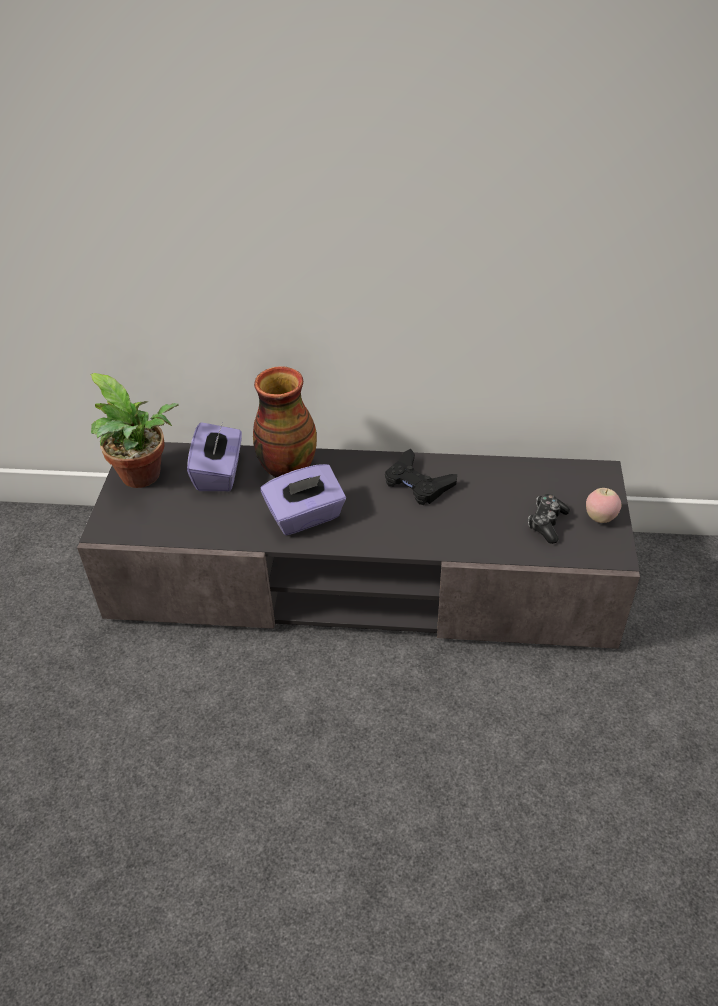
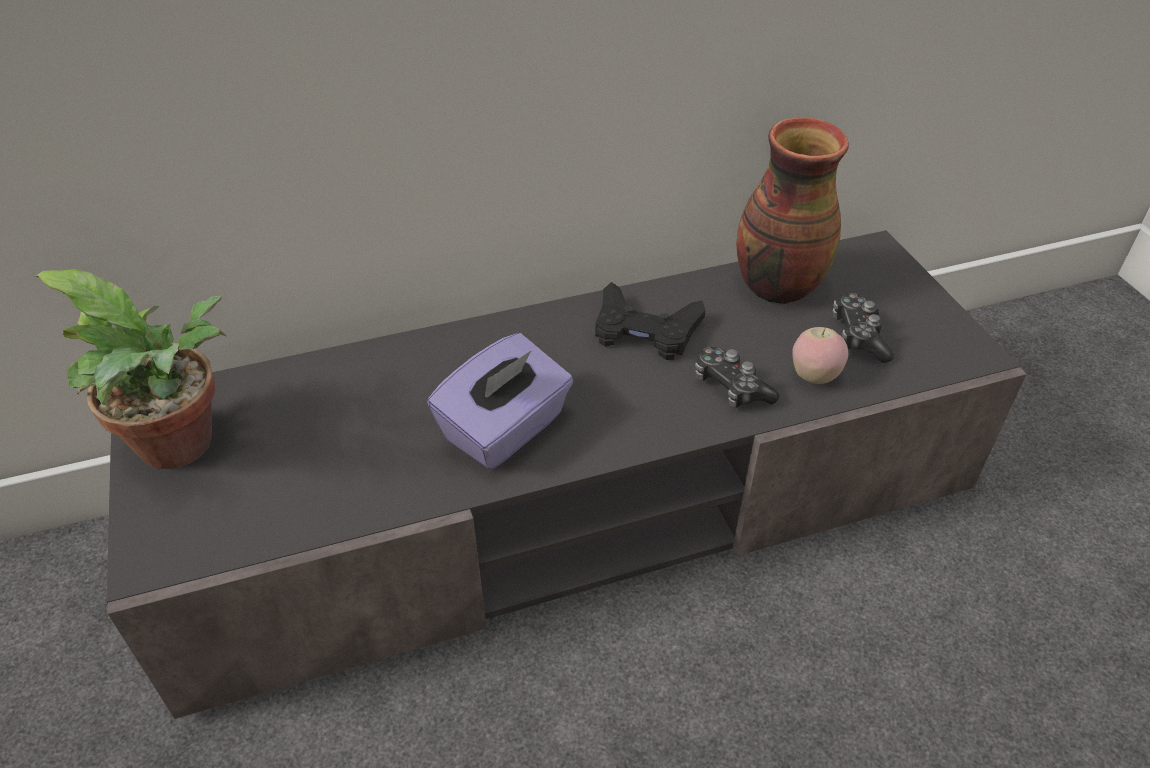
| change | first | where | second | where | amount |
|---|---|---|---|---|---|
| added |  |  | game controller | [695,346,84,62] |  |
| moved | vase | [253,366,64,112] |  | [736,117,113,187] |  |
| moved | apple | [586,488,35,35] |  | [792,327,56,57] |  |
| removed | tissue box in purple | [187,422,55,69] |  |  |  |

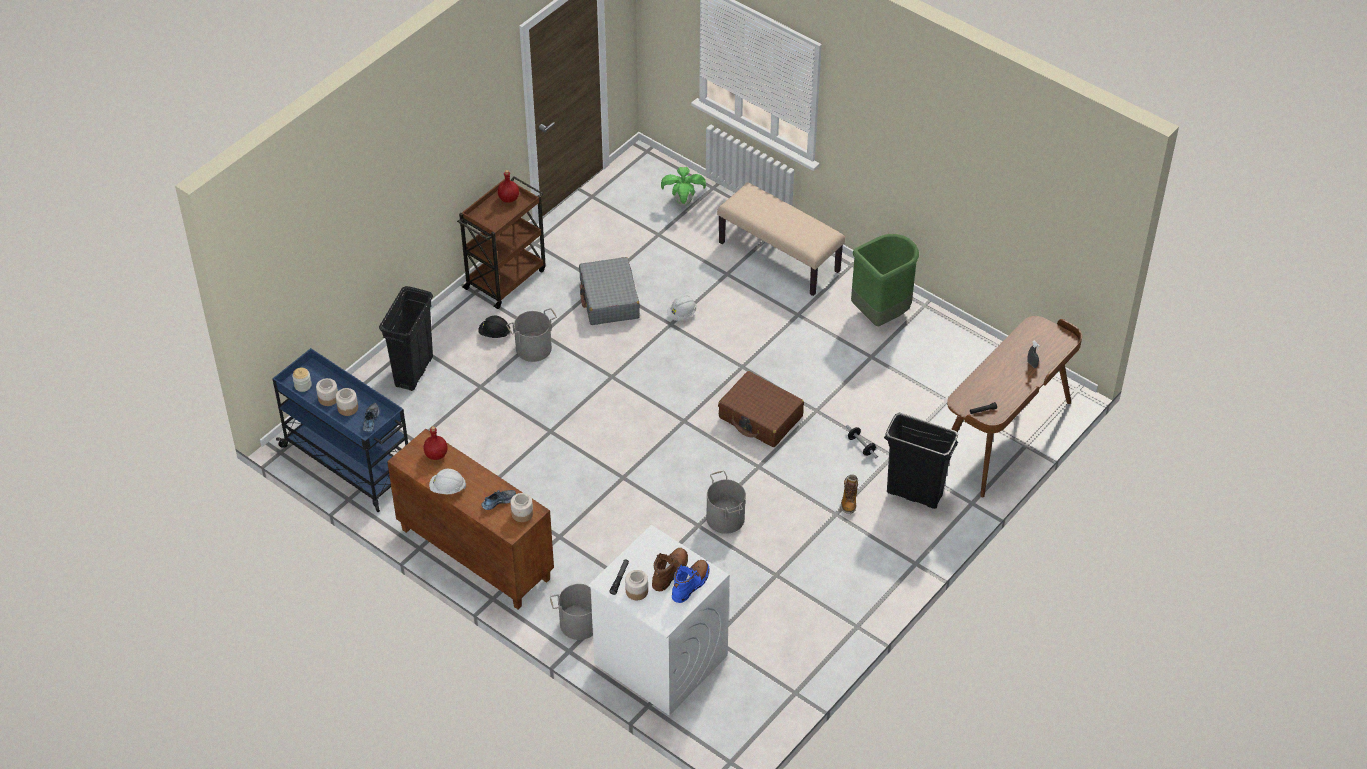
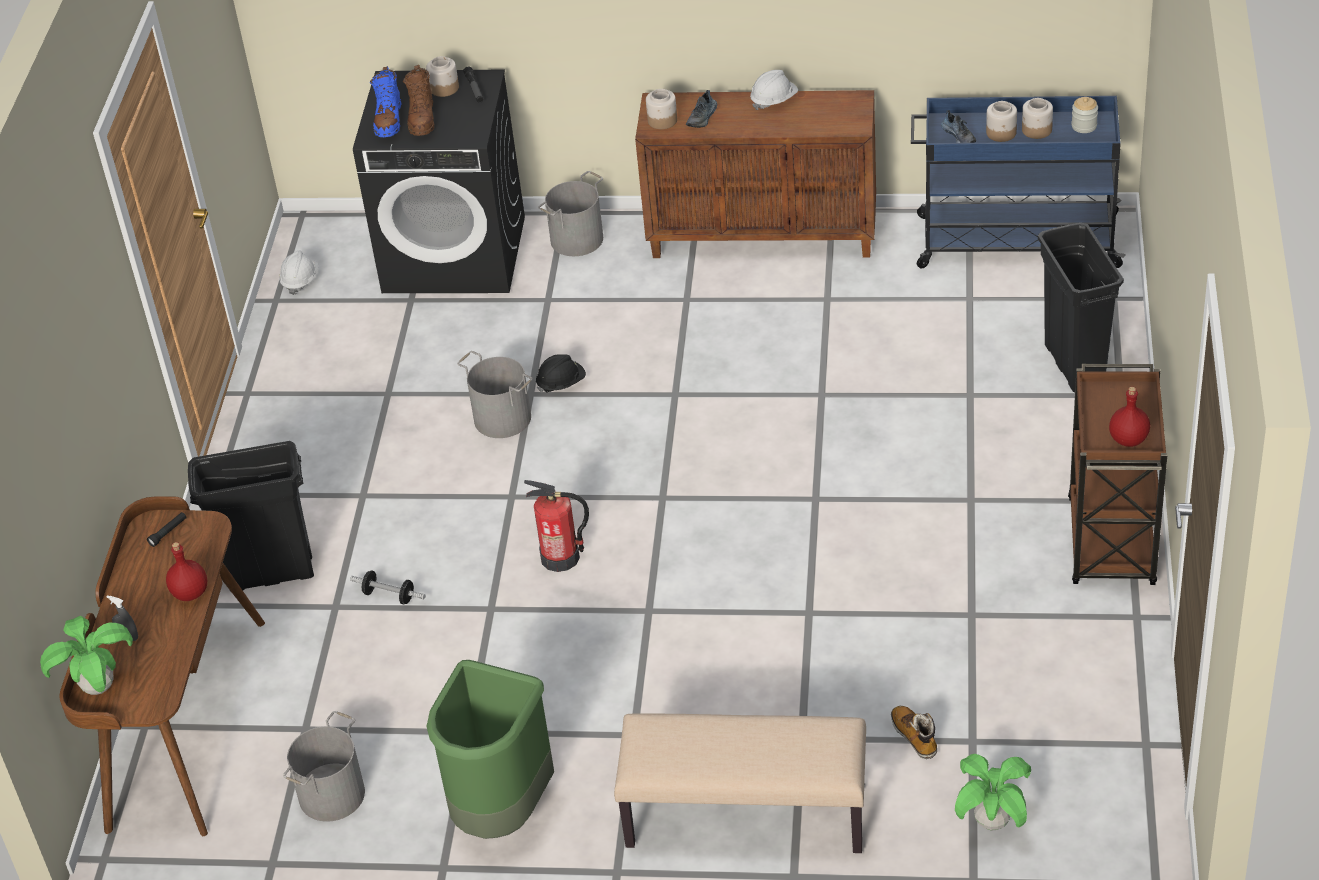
| change | first | where | second | where | amount |
|---|---|---|---|---|---|
| added |  |  | potted plant | [40,616,93,79] |  |
| moved | bottle in red | [424,426,23,34] |  | [166,542,41,59] |  |
| moved | hard hat in white | [667,295,30,26] |  | [279,250,40,45] |  |
| moved | bucket in grey | [506,308,51,54] |  | [283,711,82,111] |  |
| recoloured | washing machine in white | [588,525,142,191] | washing machine in black | [353,69,172,224] |  |
| replaced | suitcase in brown | [718,371,86,76] | fire extinguisher | [524,480,65,92] |  |
| moved | hard hat in black | [478,315,32,23] |  | [536,354,50,39] |  |
| moved | boot | [841,475,17,39] |  | [891,706,46,53] |  |
| removed | suitcase in grey | [579,257,61,68] |  |  |  |

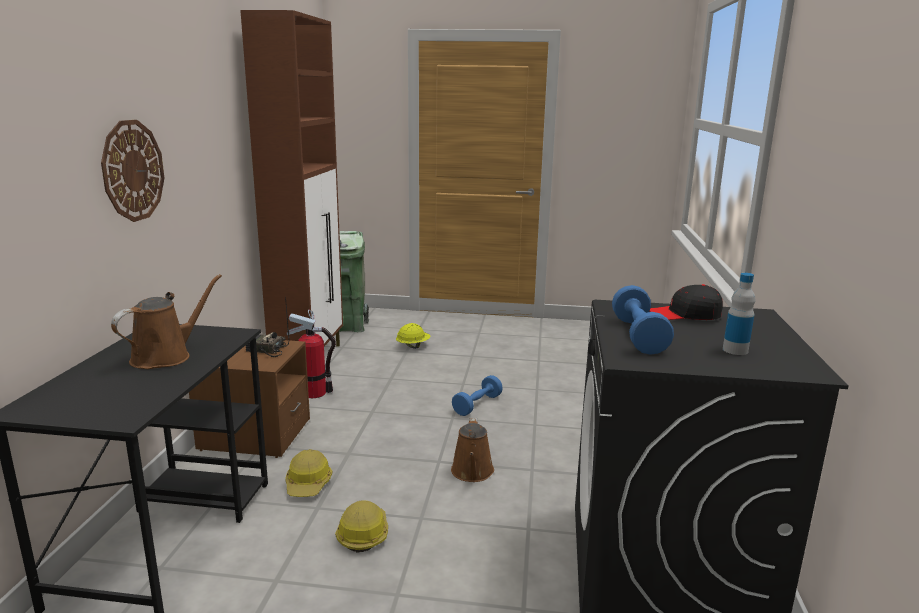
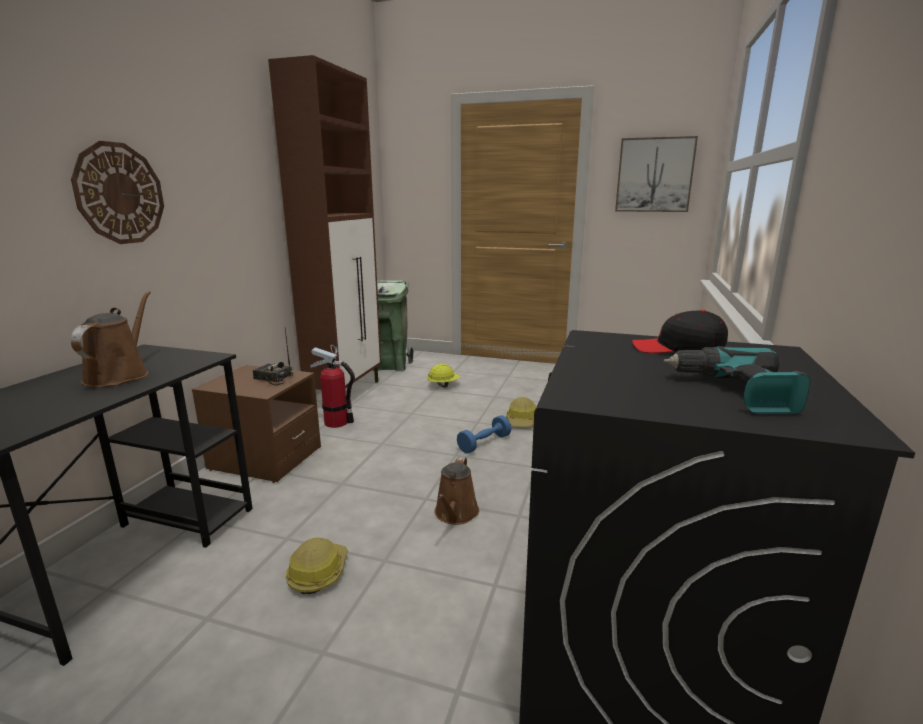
| change | first | where | second | where | amount |
|---|---|---|---|---|---|
| turned | watering can in brown | [111,274,111,95] |  | [71,291,80,96] | 45 degrees counterclockwise |
| moved | hard hat | [285,449,48,48] |  | [506,397,30,30] |  |
| added |  |  | picture | [615,136,83,76] |  |
| replaced | bottle | [723,273,32,82] | power drill | [663,346,147,69] |  |
| removed | dumbbell in blue | [612,285,62,70] |  |  |  |

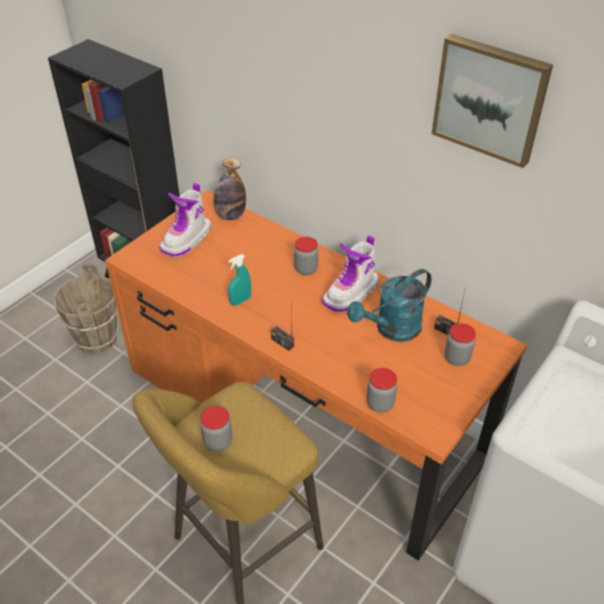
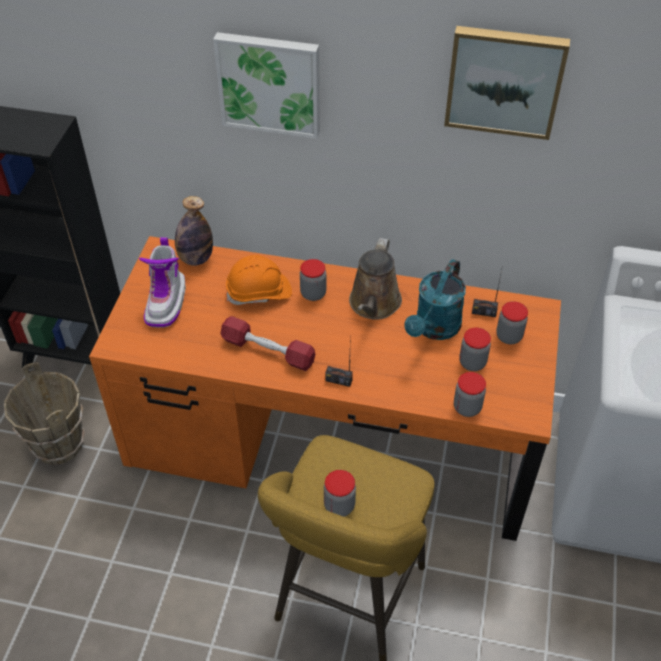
| change | first | where | second | where | amount |
|---|---|---|---|---|---|
| added |  |  | picture | [213,32,107,107] |  |
| replaced | spray bottle in turquoise | [228,254,23,52] | dumbbell in red | [220,316,95,55] |  |
| added |  |  | hard hat in orange | [226,255,66,50] |  |
| replaced | boot | [322,235,57,78] | watering can in brown | [349,238,53,82] |  |
| added |  |  | jar | [460,328,31,43] |  |

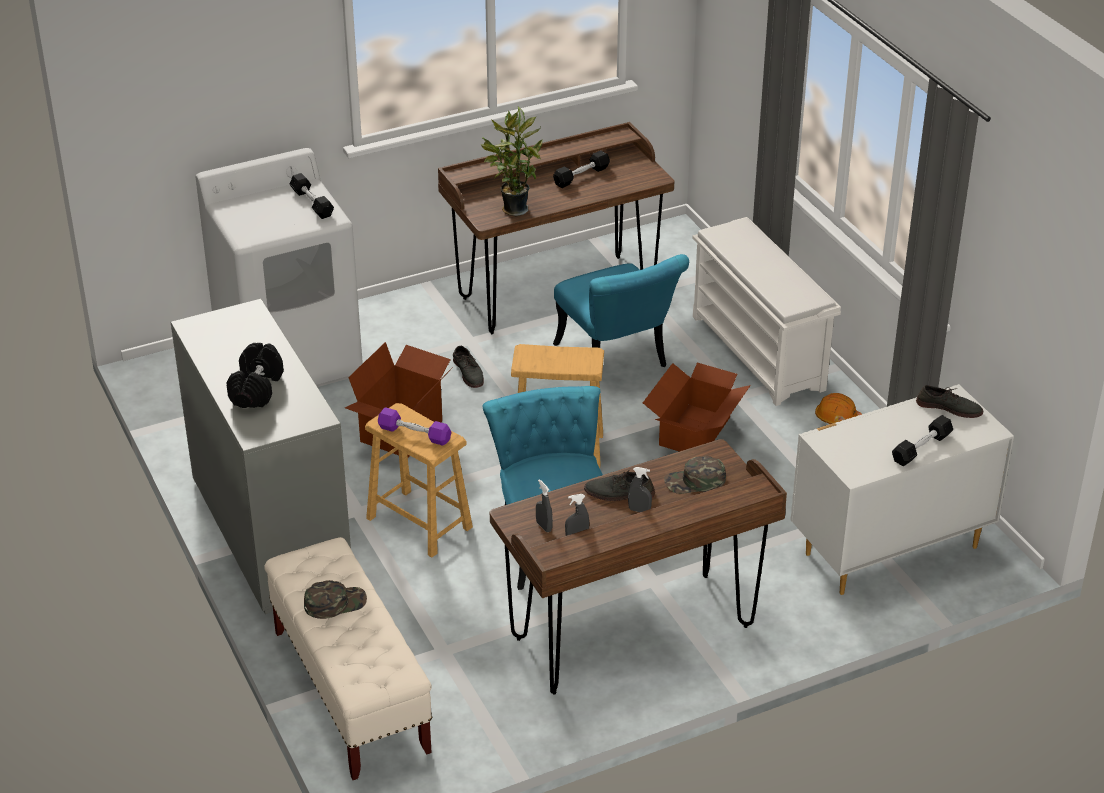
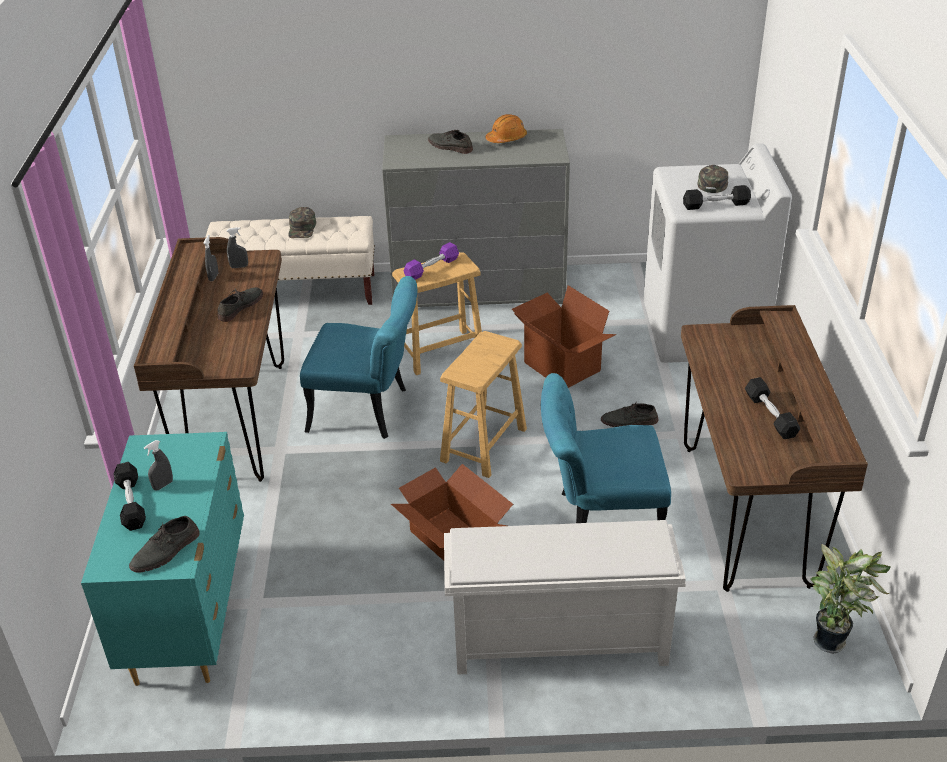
| change | first | where | second | where | amount |
|---|---|---|---|---|---|
| recoloured | dresser in white | [790,384,224,211] | dresser in turquoise | [81,432,163,254] |  |
| moved | spray bottle in grey | [628,467,24,45] |  | [144,440,29,51] |  |
| replaced | dumbbell in black | [227,343,57,65] | shoe in grey | [428,130,45,24] |  |
| moved | hard hat in orange | [815,393,47,31] |  | [485,114,42,29] |  |
| moved | cap in green | [664,456,62,38] |  | [697,165,31,28] |  |
| moved | potted plant | [481,106,62,110] |  | [810,544,81,110] |  |

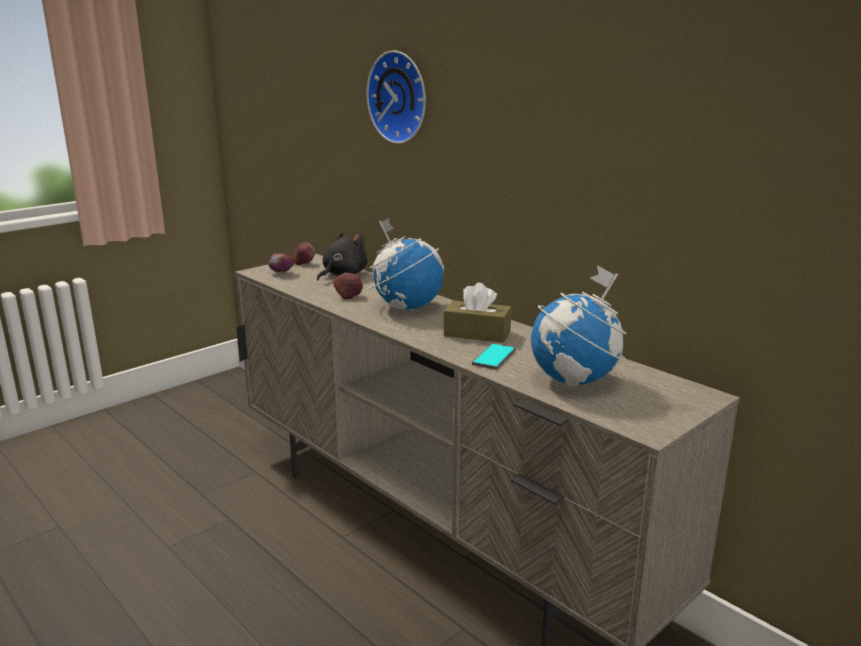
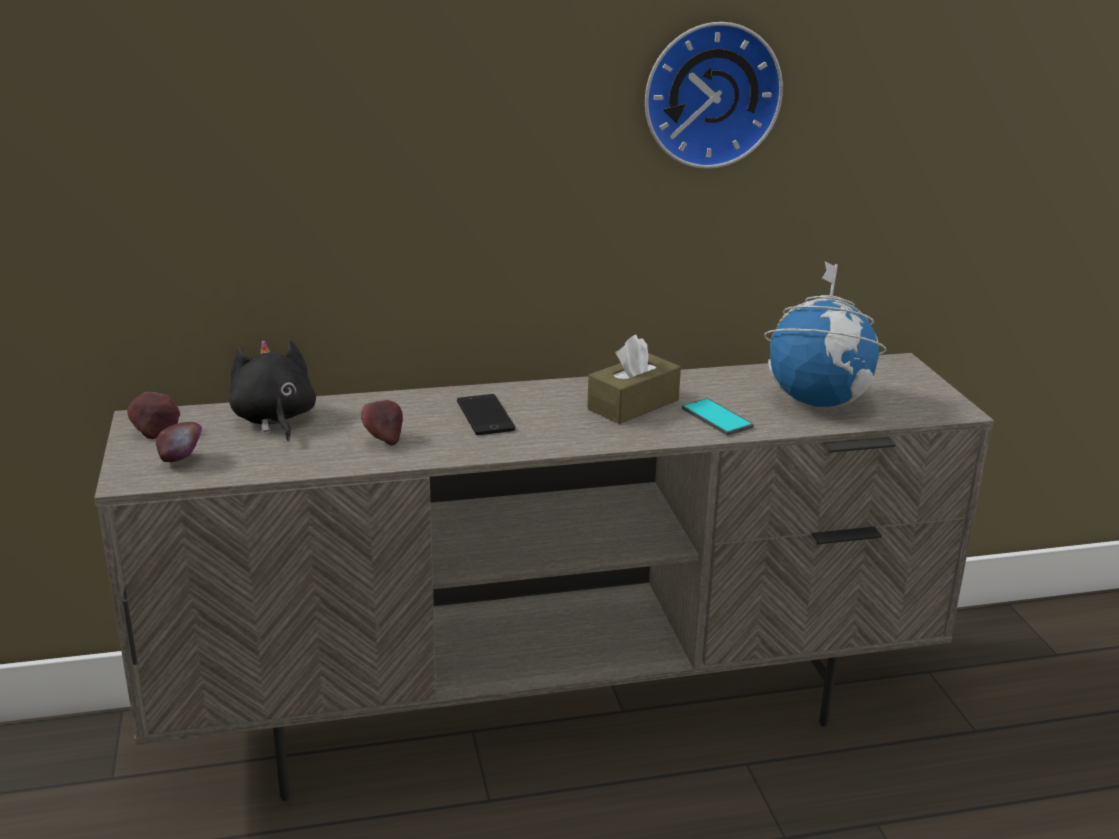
| change | first | where | second | where | amount |
|---|---|---|---|---|---|
| replaced | globe | [369,218,75,93] | phone | [457,394,58,41] |  |
| moved | wall clock | [366,50,60,94] |  | [645,22,138,147] |  |

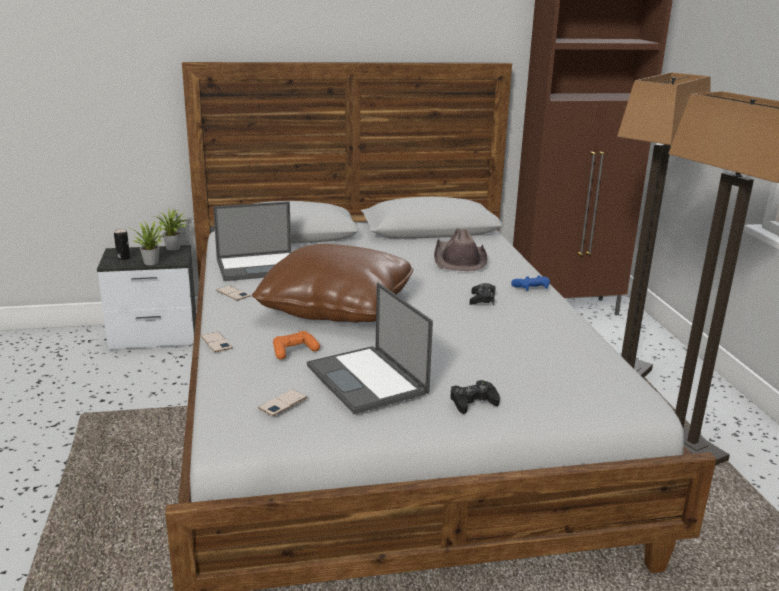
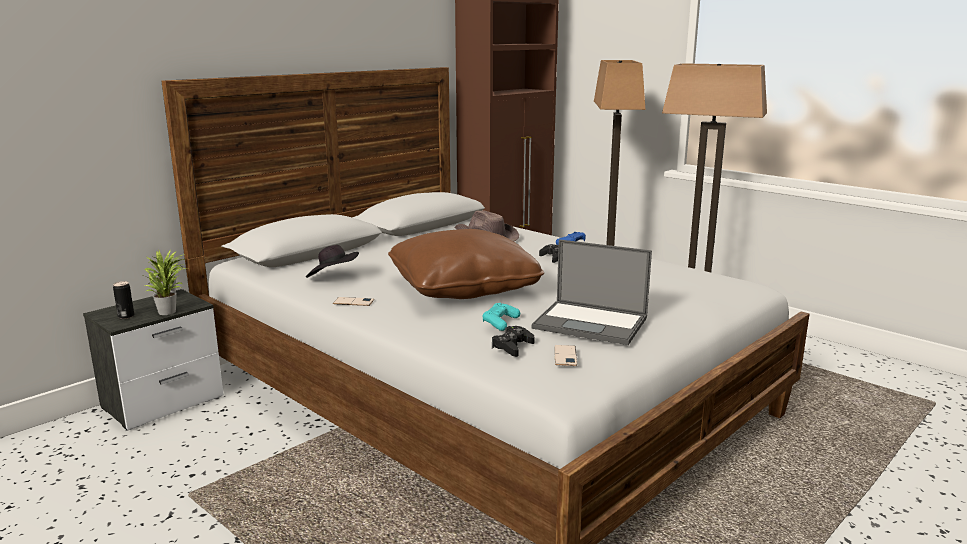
| change | first | where | second | where | amount |
|---|---|---|---|---|---|
| replaced | laptop | [213,201,79,80] | hat in black | [306,245,53,33] |  |
| recoloured | game controller in orange | [273,331,47,29] | game controller in turquoise | [483,303,37,28] |  |
| moved | game controller in black | [450,380,50,34] |  | [492,326,42,31] |  |
| removed | phone | [201,331,32,21] |  |  |  |

